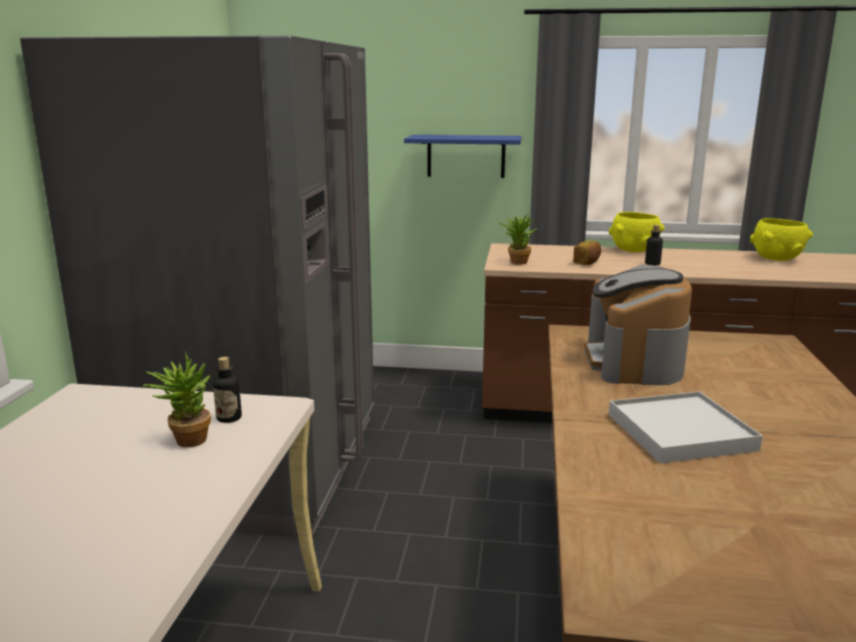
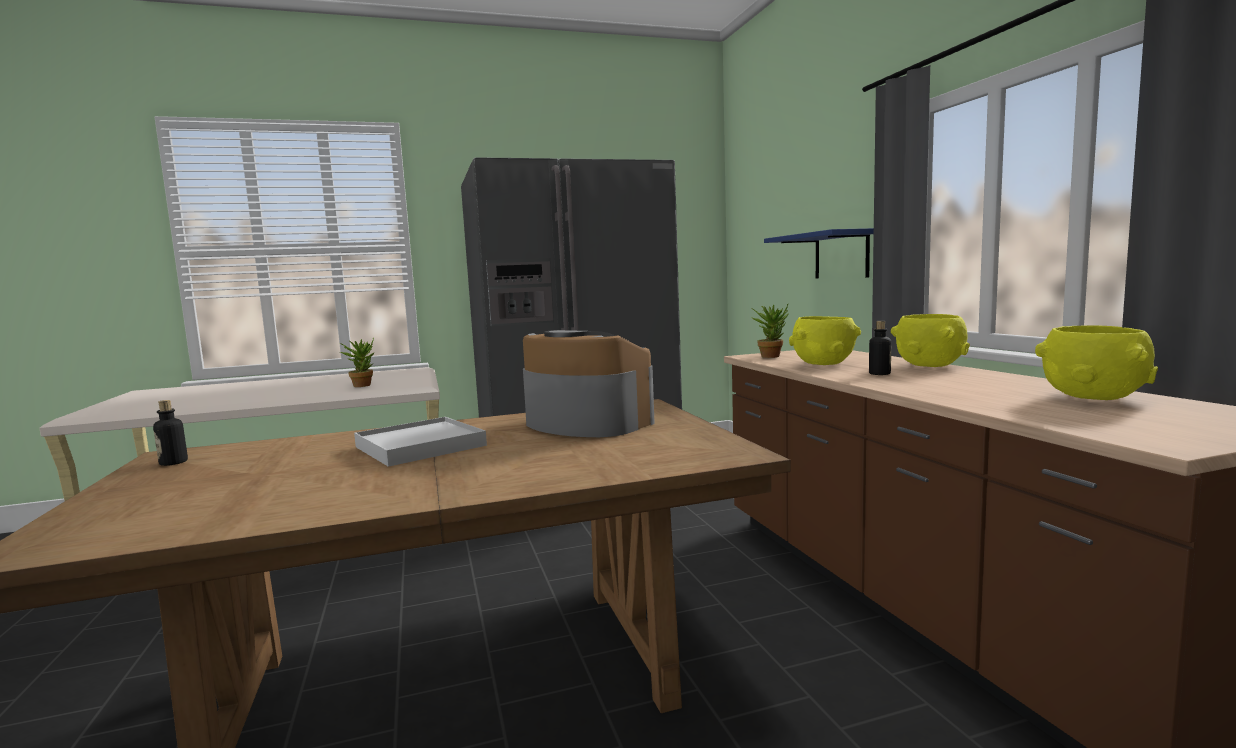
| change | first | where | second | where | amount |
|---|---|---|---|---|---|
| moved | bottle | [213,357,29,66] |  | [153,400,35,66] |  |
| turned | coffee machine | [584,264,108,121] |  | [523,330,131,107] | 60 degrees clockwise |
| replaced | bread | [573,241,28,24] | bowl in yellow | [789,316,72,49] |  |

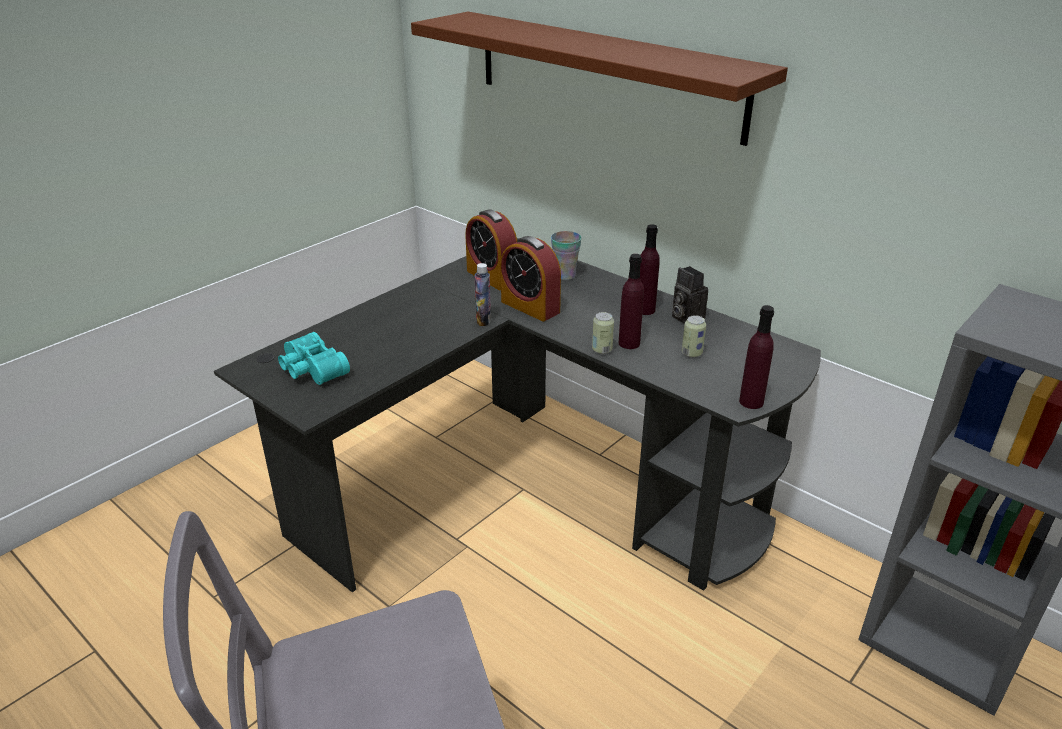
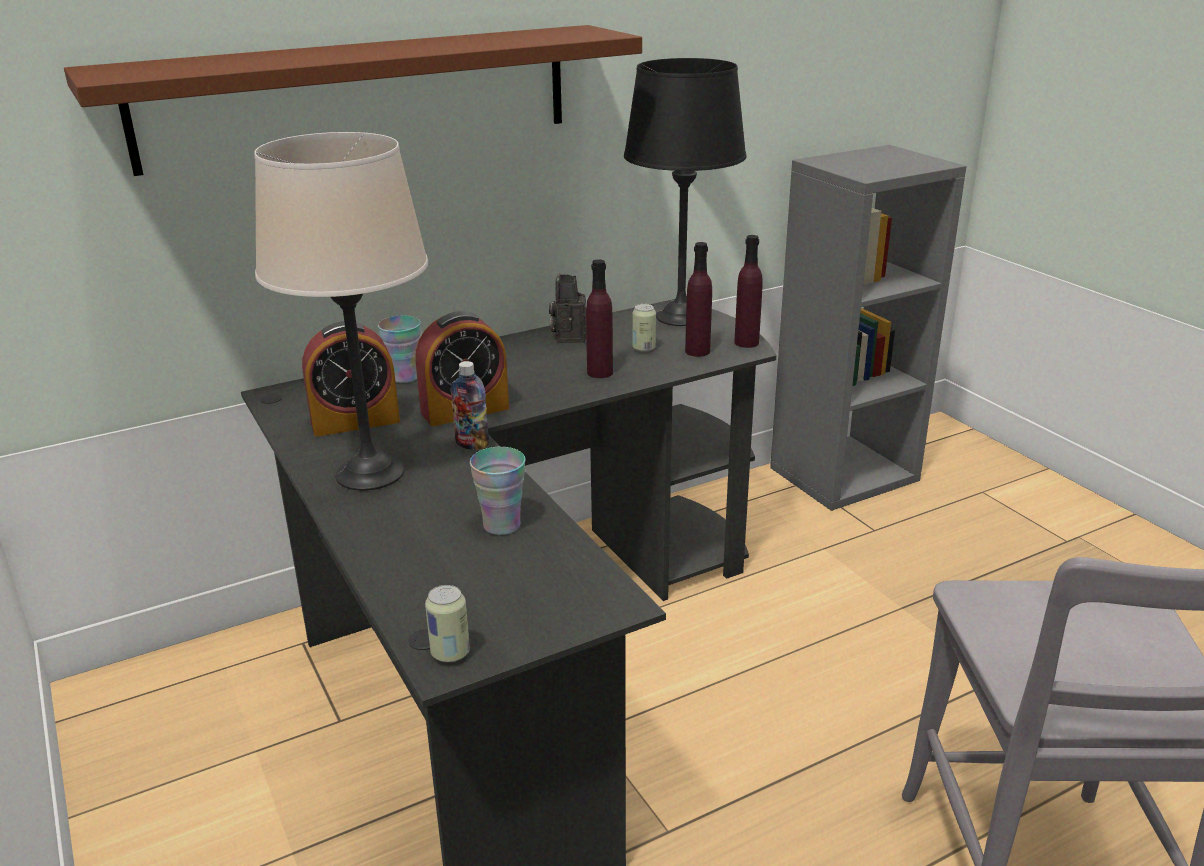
| change | first | where | second | where | amount |
|---|---|---|---|---|---|
| added |  |  | table lamp in beige | [254,132,174,358] |  |
| moved | can | [592,312,22,42] |  | [425,585,45,77] |  |
| added |  |  | cup | [470,447,56,88] |  |
| turned | photo camera | [672,266,36,58] |  | [549,273,37,70] | 105 degrees clockwise |
| added |  |  | table lamp in black | [624,58,122,268] |  |
| moved | bottle in purple | [640,224,20,91] |  | [685,242,27,115] |  |
| removed | binoculars in turquoise | [278,332,72,53] |  |  |  |

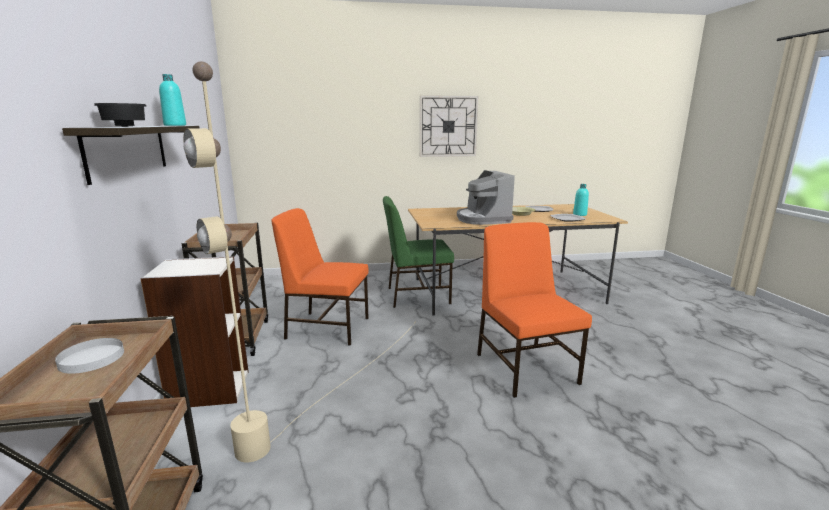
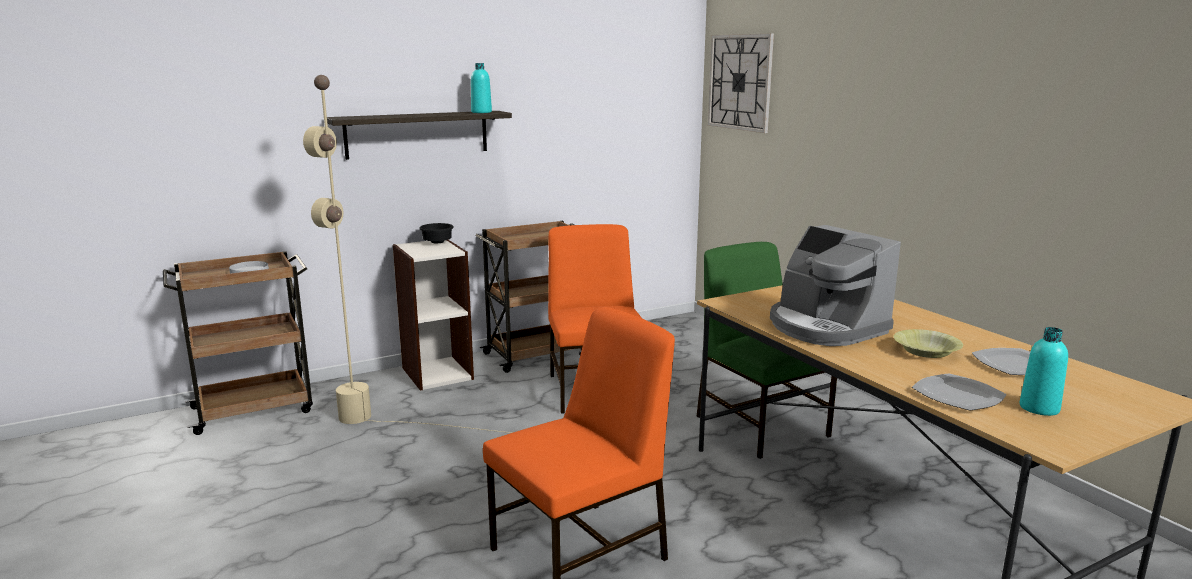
| change | first | where | second | where | amount |
|---|---|---|---|---|---|
| moved | bowl in black | [94,103,52,24] |  | [419,223,35,20] |  |
| moved | wall clock | [420,95,58,62] |  | [708,34,66,99] |  |
| turned | coffee machine | [457,170,58,55] |  | [770,225,131,121] | 90 degrees counterclockwise |

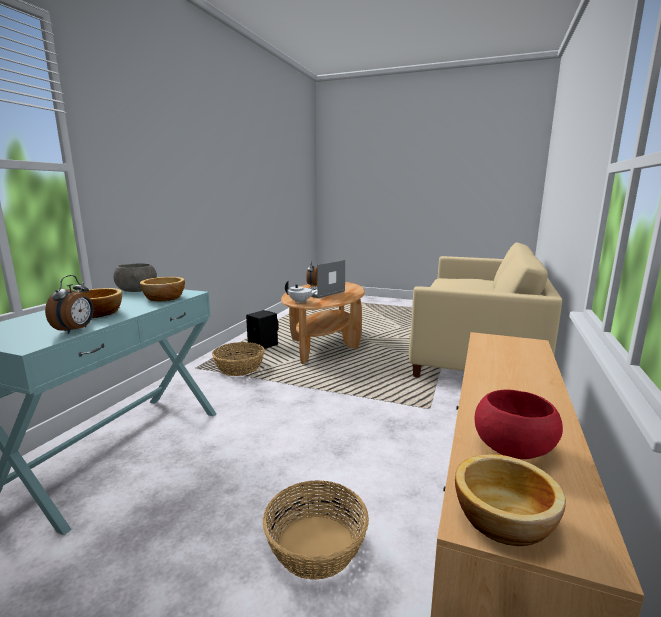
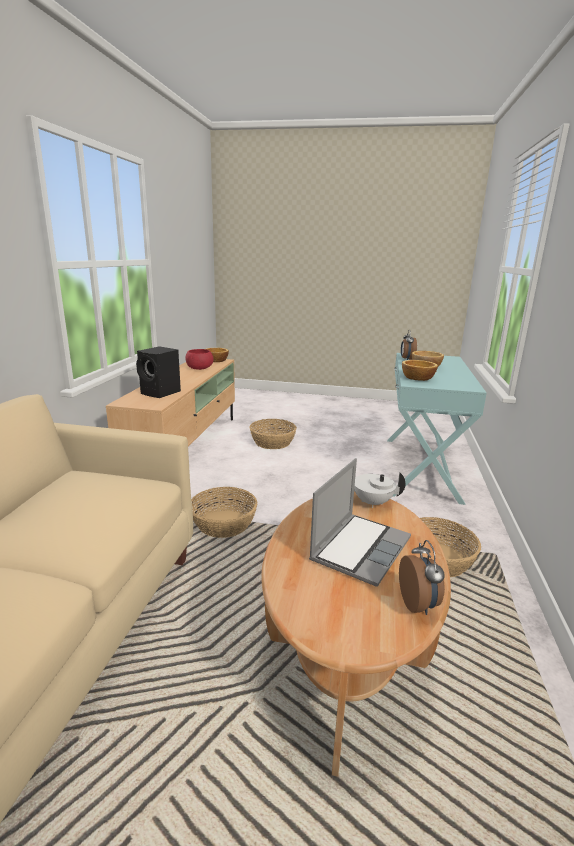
| change | first | where | second | where | amount |
|---|---|---|---|---|---|
| moved | speaker in black | [246,310,33,39] |  | [136,346,45,52] |  |
| added |  |  | basket | [191,487,67,51] |  |
| removed | bowl in grey | [113,263,44,29] |  |  |  |

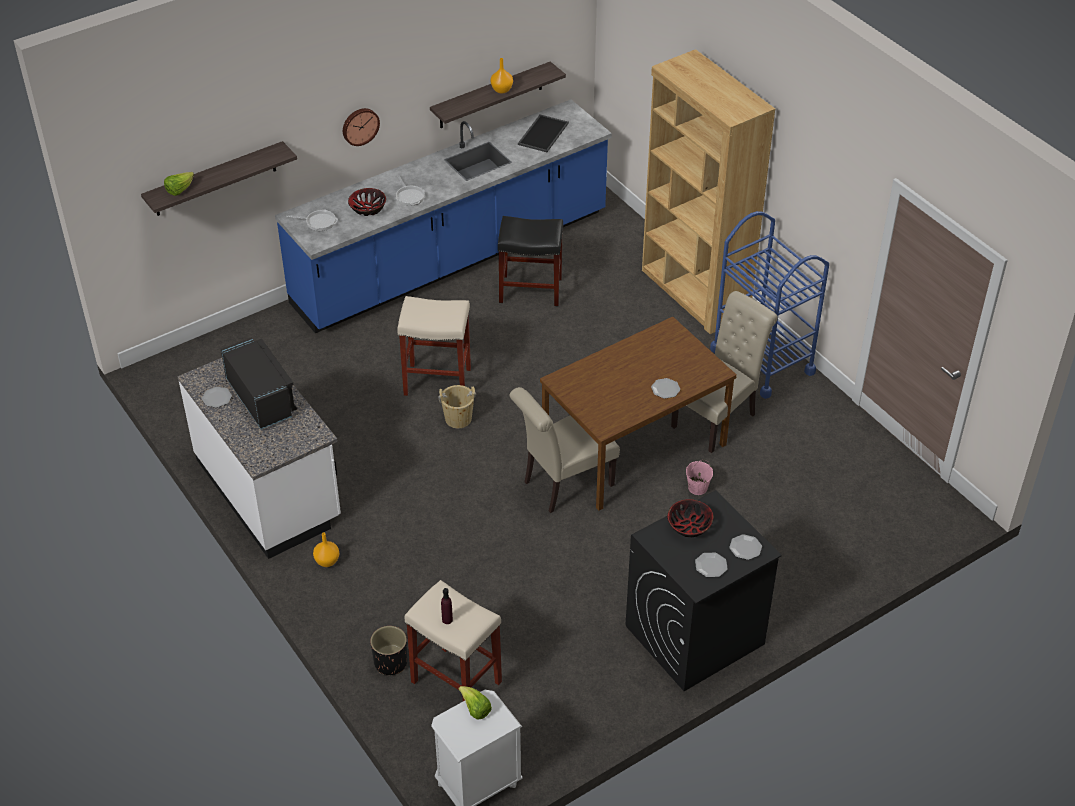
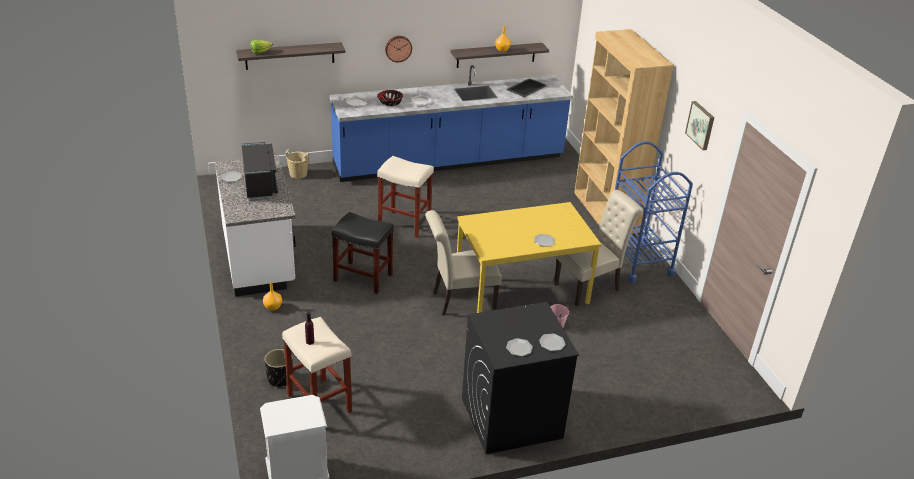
| change | first | where | second | where | amount |
|---|---|---|---|---|---|
| moved | bucket in beige | [438,385,38,43] |  | [286,150,23,29] |  |
| moved | stool in black | [498,216,65,90] |  | [332,212,62,82] |  |
| recoloured | dining table in brown | [540,317,197,194] | dining table in yellow | [457,202,144,111] |  |
| added |  |  | picture | [685,101,29,49] |  |
| removed | lettuce | [458,686,34,34] |  |  |  |
| removed | bowl | [667,499,47,38] |  |  |  |

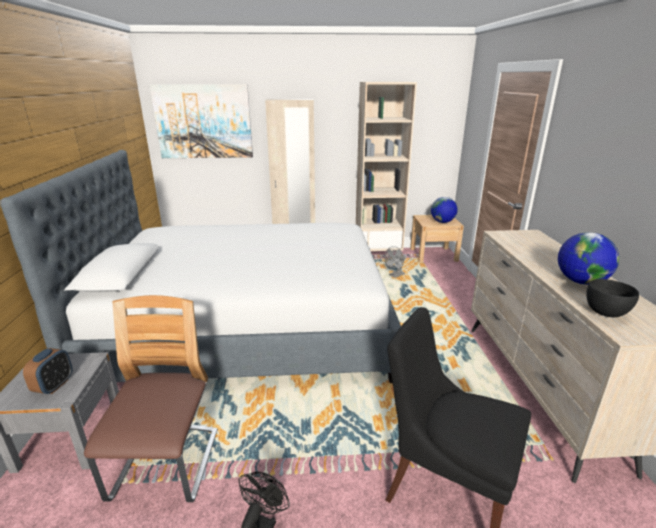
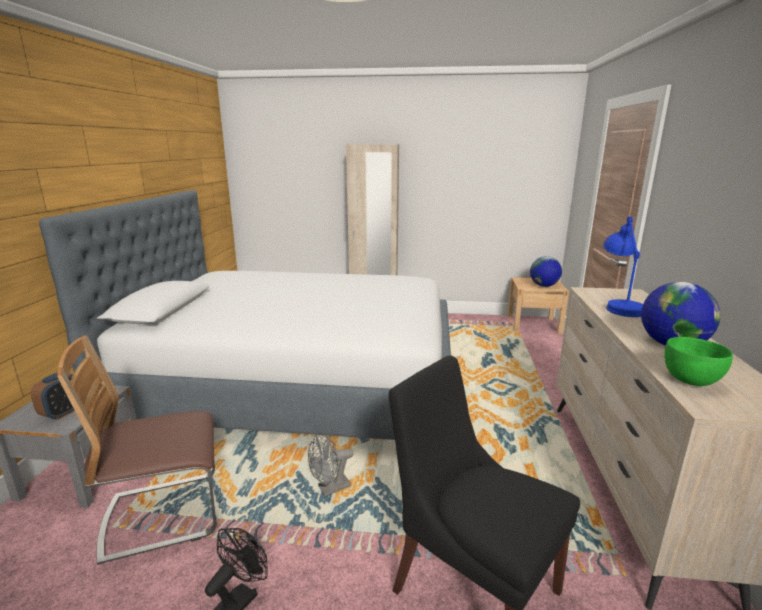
| change | first | where | second | where | amount |
|---|---|---|---|---|---|
| turned | chair | [84,295,134,207] |  | [57,335,159,230] | 120 degrees counterclockwise |
| moved | fan in grey | [385,246,21,32] |  | [308,432,46,64] |  |
| added |  |  | table lamp in blue | [603,216,40,101] |  |
| recoloured | bowl in black | [586,279,53,38] | bowl in green | [664,337,69,49] |  |
| removed | picture | [150,84,103,74] |  |  |  |
| removed | bookcase in beige | [356,82,61,169] |  |  |  |

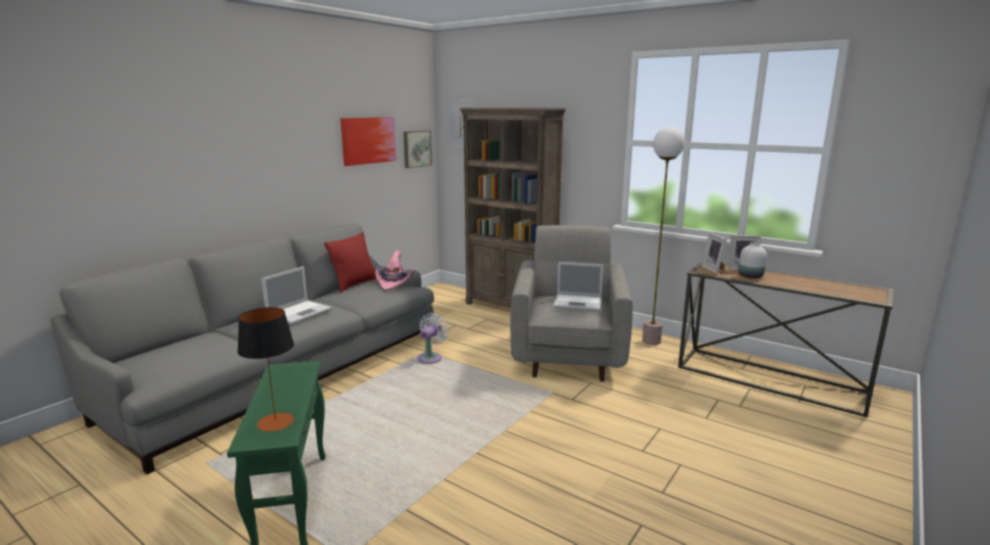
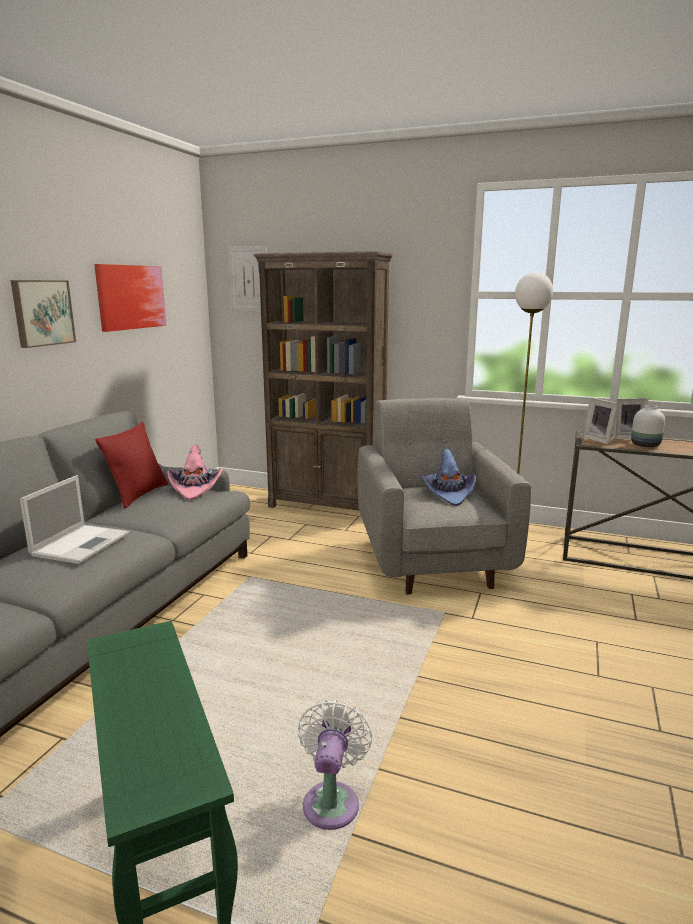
| change | first | where | second | where | amount |
|---|---|---|---|---|---|
| moved | picture | [403,130,29,38] |  | [11,280,65,68] |  |
| moved | fan in white | [418,313,31,51] |  | [298,700,75,130] |  |
| replaced | laptop | [553,262,50,49] | hat in purple | [421,449,55,57] |  |
| removed | table lamp | [237,307,57,125] |  |  |  |

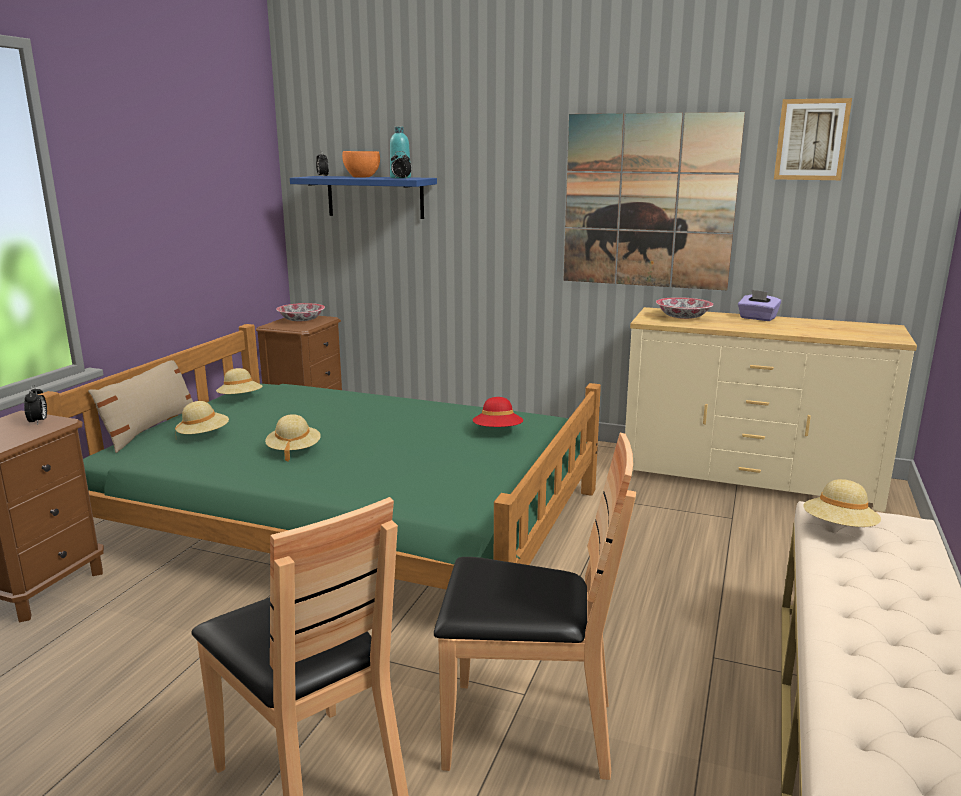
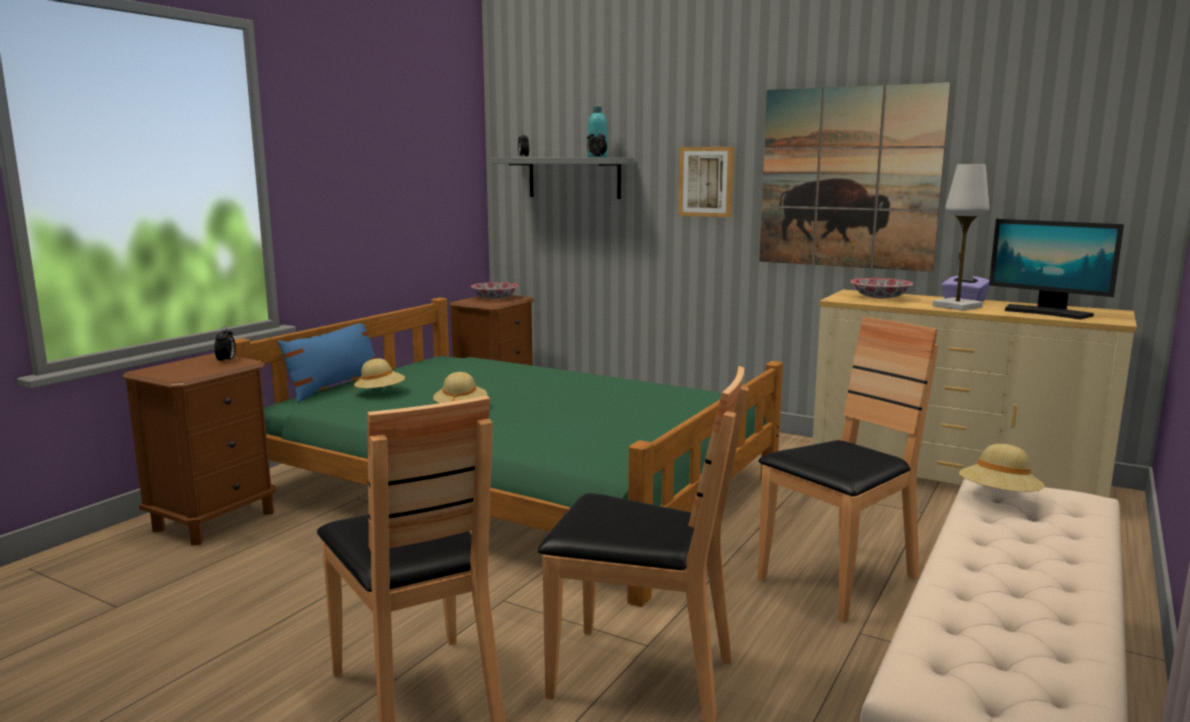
| change | first | where | second | where | amount |
|---|---|---|---|---|---|
| recoloured | pillow in beige | [88,360,105,93] | pillow in blue | [278,323,98,80] |  |
| recoloured | shelf in blue | [290,176,147,43] | shelf in grey | [491,157,144,42] |  |
| moved | picture | [774,98,78,82] |  | [678,147,56,70] |  |
| added |  |  | chair in brown | [757,317,181,306] |  |
| added |  |  | table lamp in white | [933,164,56,147] |  |
| added |  |  | monitor | [989,219,135,100] |  |
| removed | hat in beige | [216,368,46,26] |  |  |  |
| removed | bowl in orange | [342,151,38,26] |  |  |  |
| removed | hat in red | [473,397,50,30] |  |  |  |

